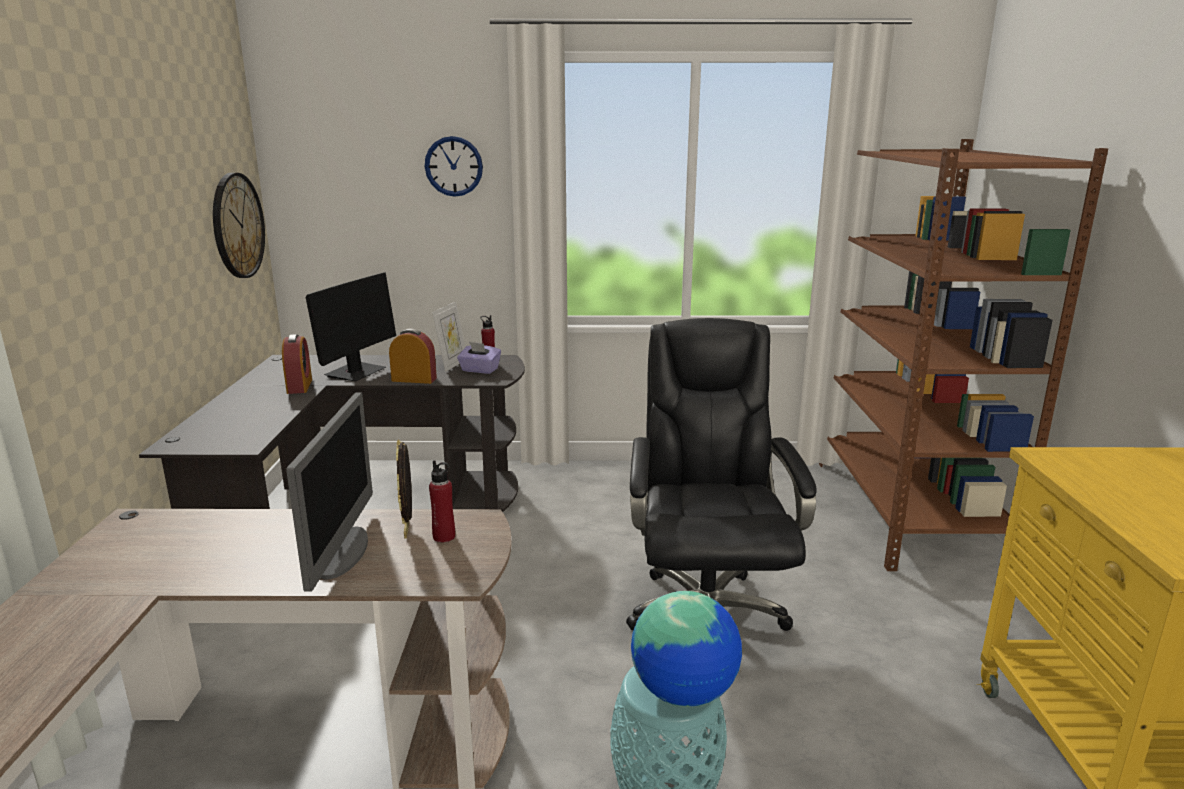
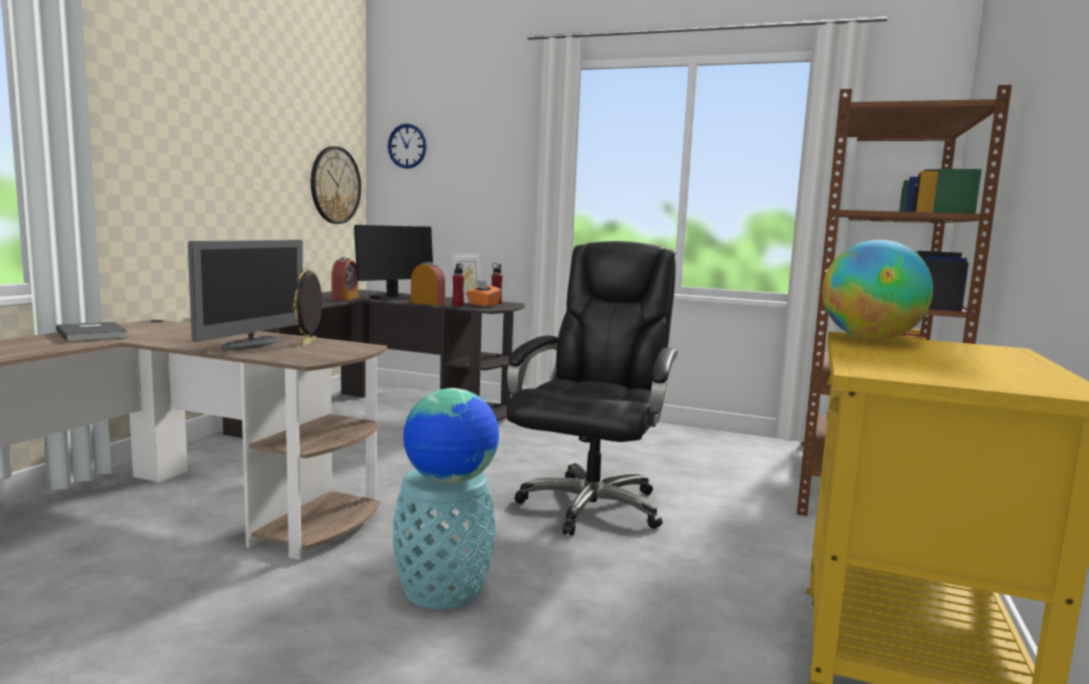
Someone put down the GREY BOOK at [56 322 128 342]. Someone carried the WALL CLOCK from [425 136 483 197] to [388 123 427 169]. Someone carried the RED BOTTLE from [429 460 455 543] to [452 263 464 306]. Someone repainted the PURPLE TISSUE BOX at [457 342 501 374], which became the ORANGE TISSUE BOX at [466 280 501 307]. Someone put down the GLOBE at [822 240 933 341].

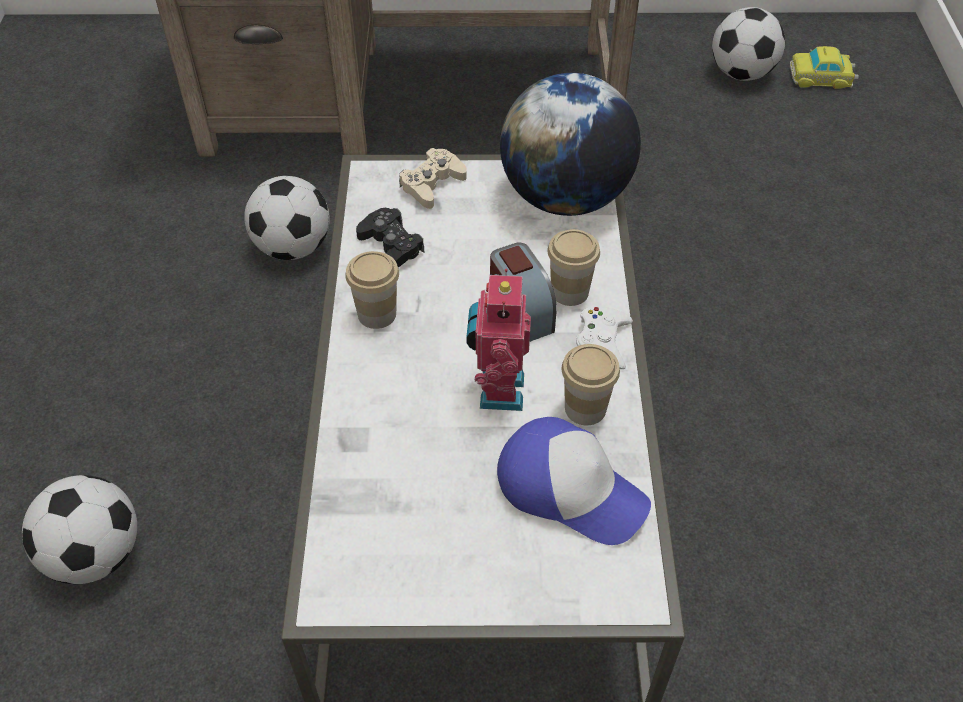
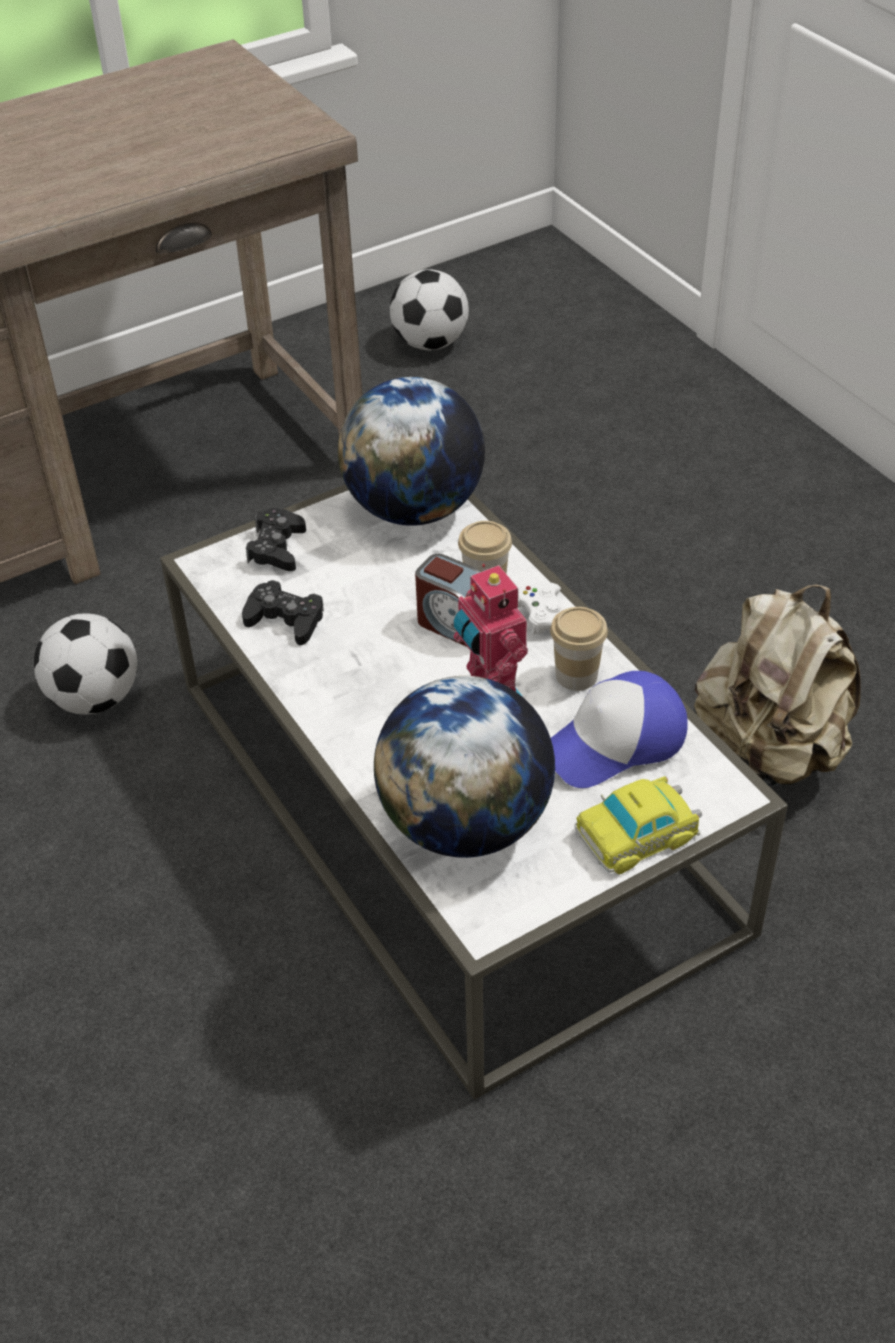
Someone repainted the BEIGE GAME CONTROLLER at [399 148 467 209], which became the BLACK GAME CONTROLLER at [246 508 306 571]. Someone put down the GLOBE at [374 676 555 858]. Someone rotated the CAP at [497 417 651 545] by 150 degrees clockwise. Someone carried the TOY CAR from [790 46 859 89] to [574 776 702 874]. Someone put down the BEIGE BACKPACK at [694 584 861 787]. Someone took away the FOOTBALL at [22 475 137 584]. Someone took away the CUP at [345 251 399 329].

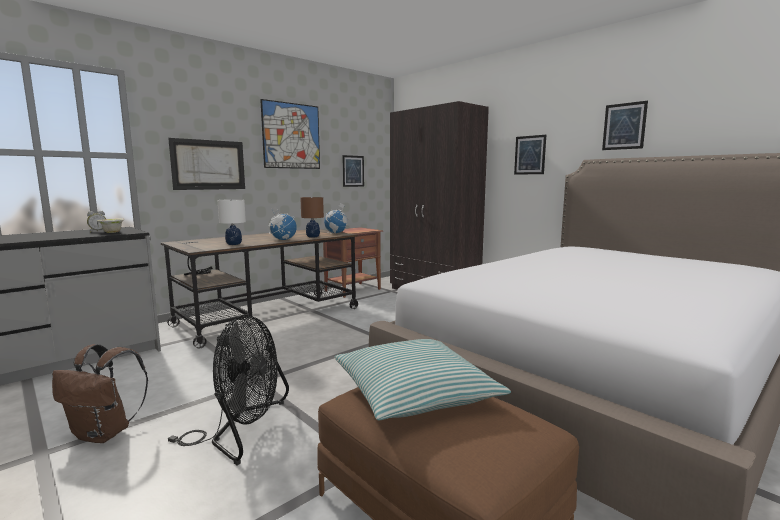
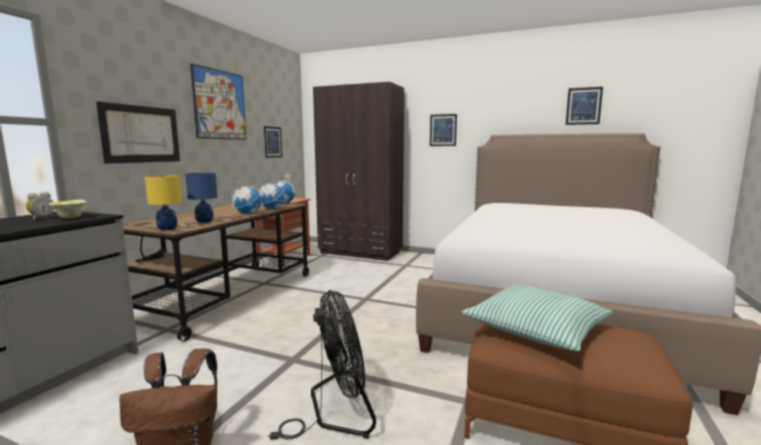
Someone put down the YELLOW TABLE LAMP at [145 175 182 230]. Someone repainted the WHITE TABLE LAMP at [217 199 246 245], which became the BLUE TABLE LAMP at [185 173 218 223]. Someone swapped the BROWN TABLE LAMP at [300 197 324 238] for the GLOBE at [258 176 284 209]. Someone carried the PICTURE from [602 101 648 150] to [566 87 603 125].

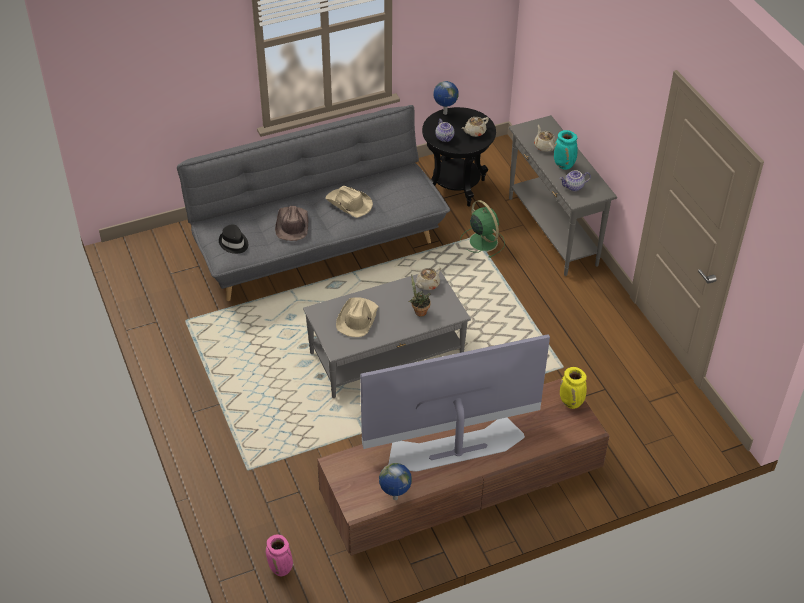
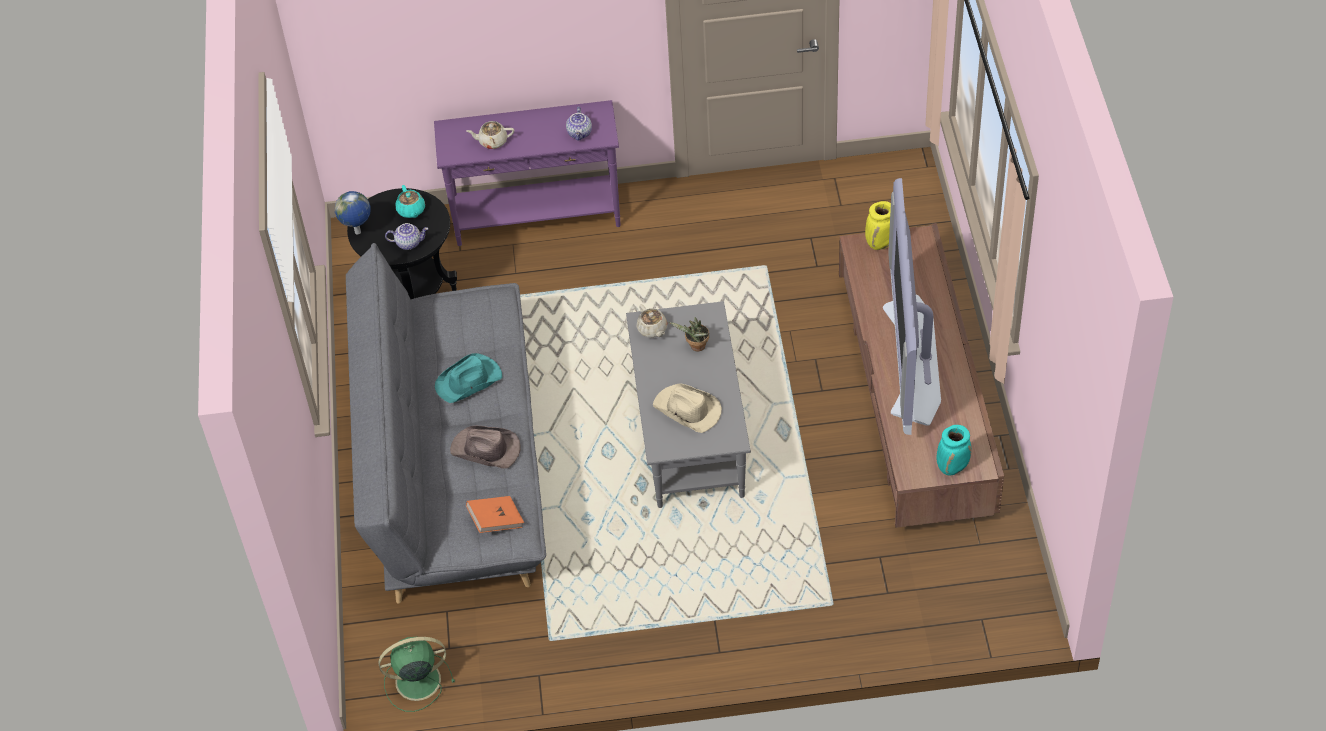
Someone carried the GREEN FAN from [460 200 505 258] to [378 637 455 712]. Someone repainted the BEIGE TEAPOT at [462 117 489 137], which became the TURQUOISE TEAPOT at [395 185 425 218]. Someone repainted the GREY CONSOLE TABLE at [509 115 617 276], which became the PURPLE CONSOLE TABLE at [434 100 621 246]. Someone repainted the BEIGE HAT at [325 186 373 218], which became the TURQUOISE HAT at [435 353 502 403]. Someone swapped the BLACK HAT at [219 224 248 254] for the ORANGE BOOK at [466 496 524 533]. Someone carried the TURQUOISE VASE from [554 130 578 170] to [937 425 971 476]. Someone took away the PINK VASE at [265 534 293 576]. Someone took away the GLOBE at [379 463 412 500].

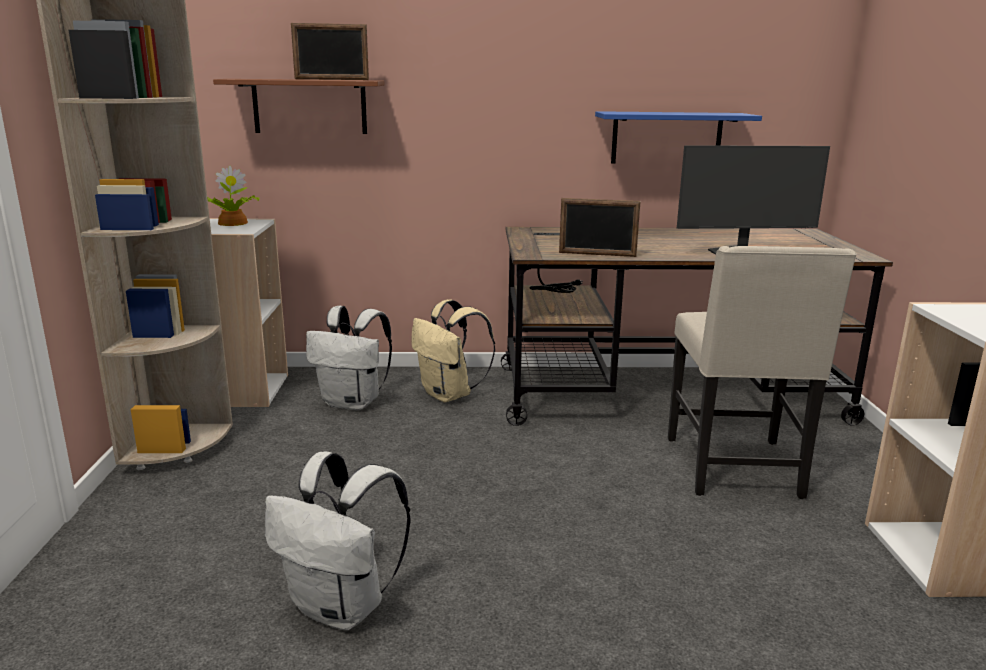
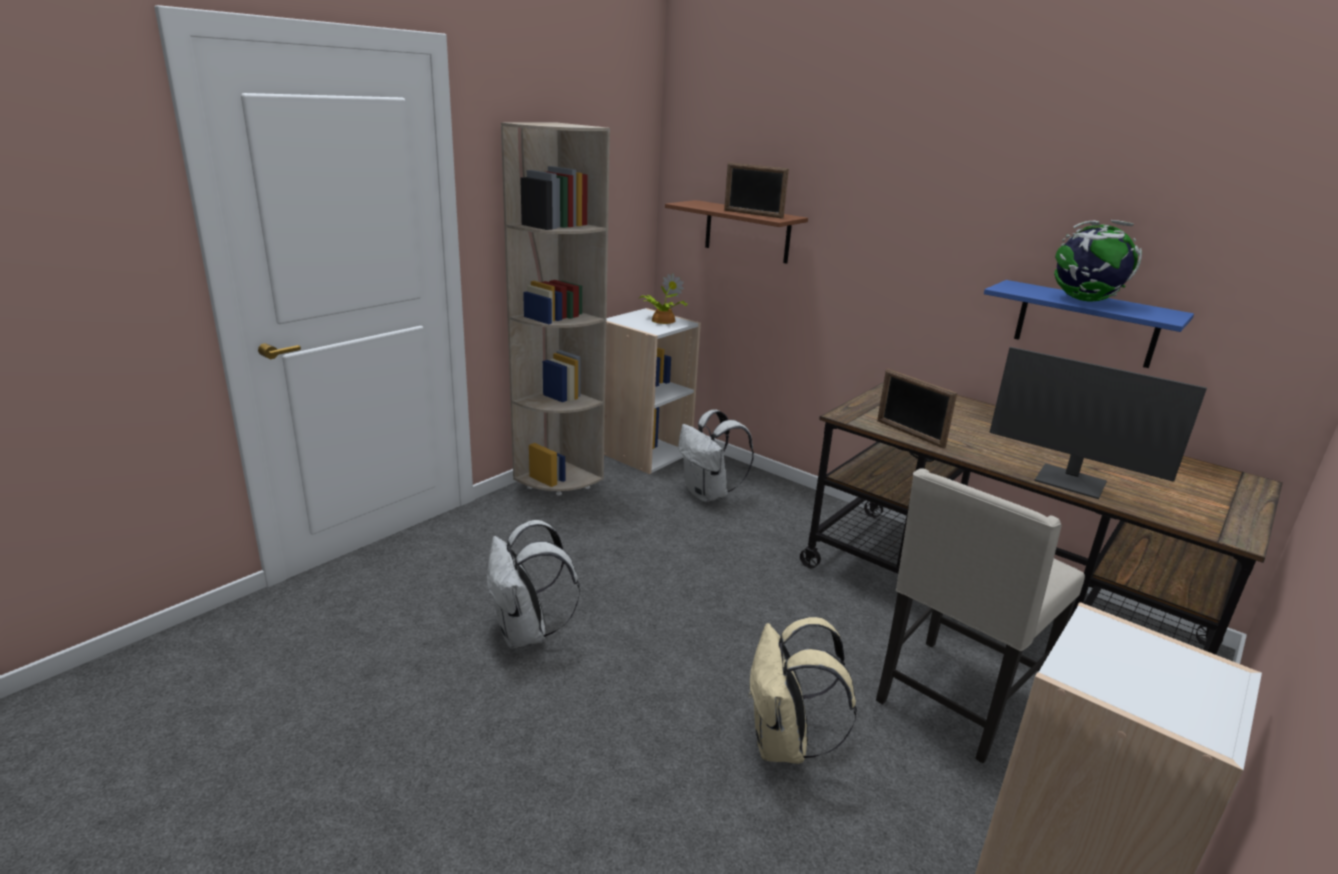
Someone carried the BEIGE BACKPACK from [411 299 495 403] to [748 617 857 764]. Someone put down the GLOBE at [1054 220 1142 302].

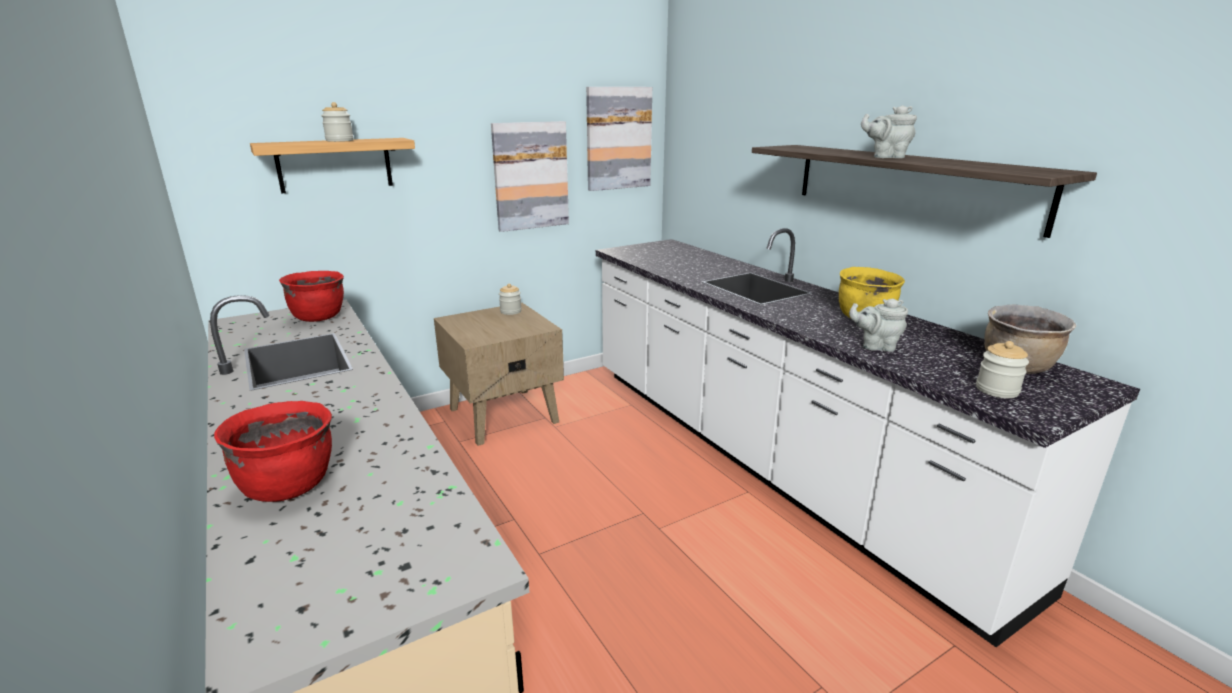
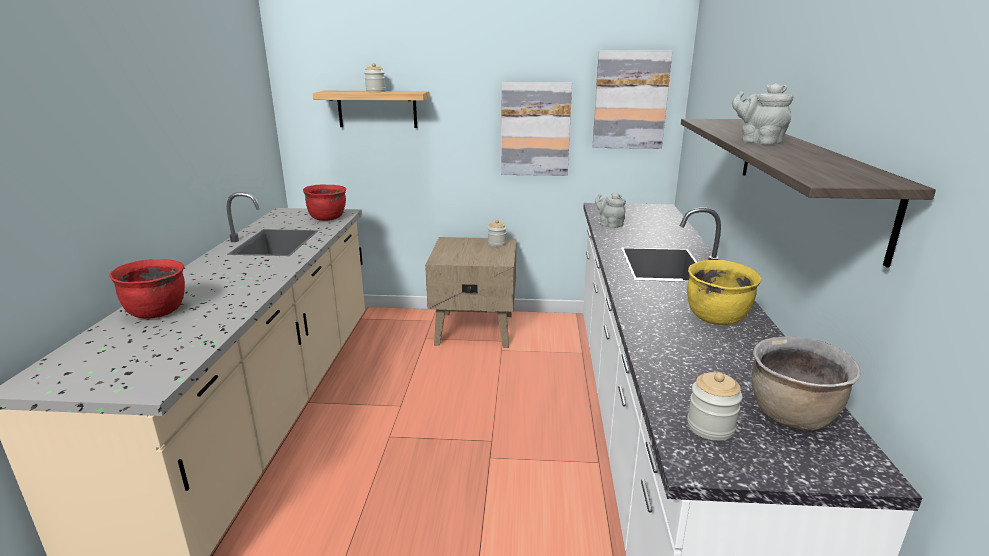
Someone carried the GREY TEAPOT from [849 298 908 352] to [595 193 626 228].

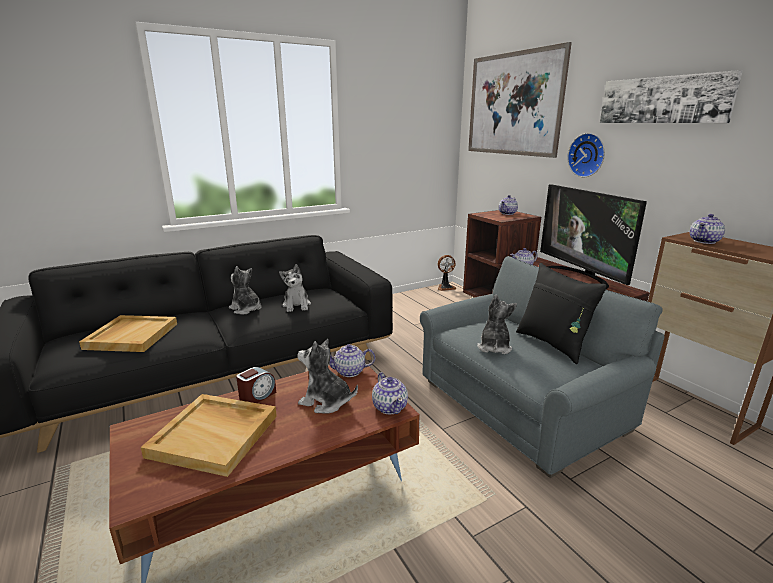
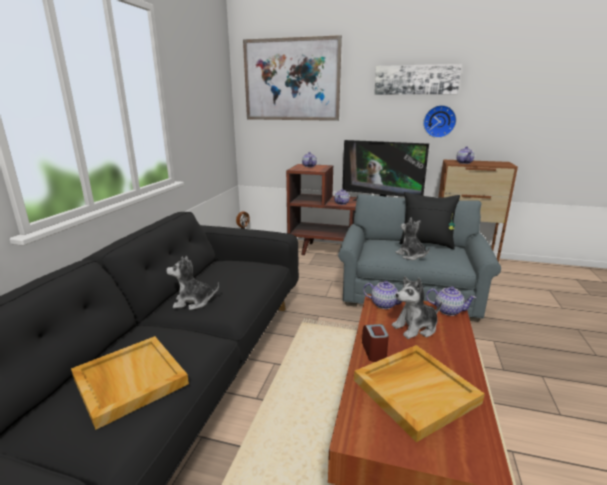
Someone rotated the TEAPOT at [329 344 375 377] by 105 degrees counterclockwise. Someone carried the WALL CLOCK from [567 133 605 177] to [423 105 457 138]. Someone took away the PLUSH TOY at [279 264 311 312].

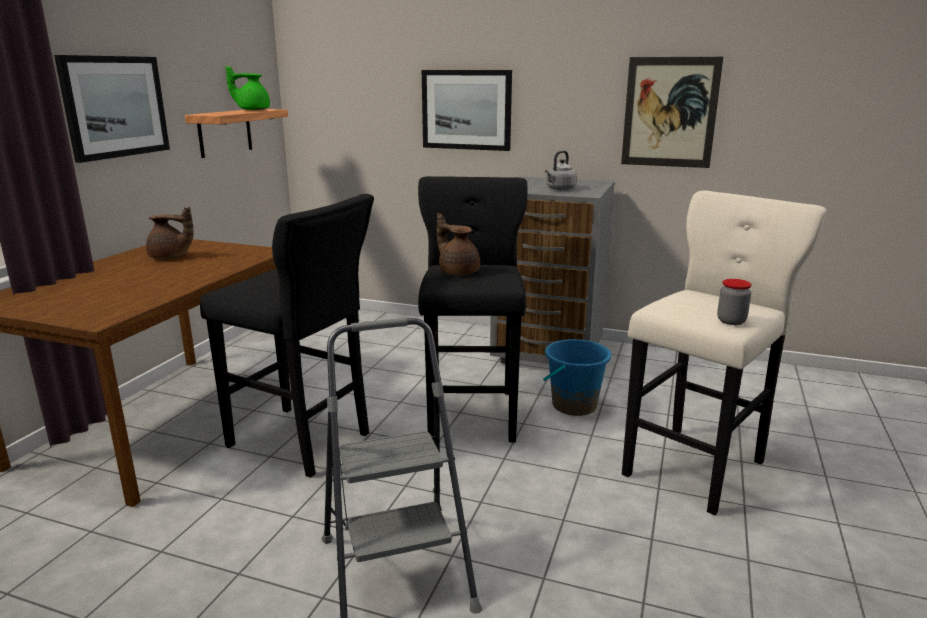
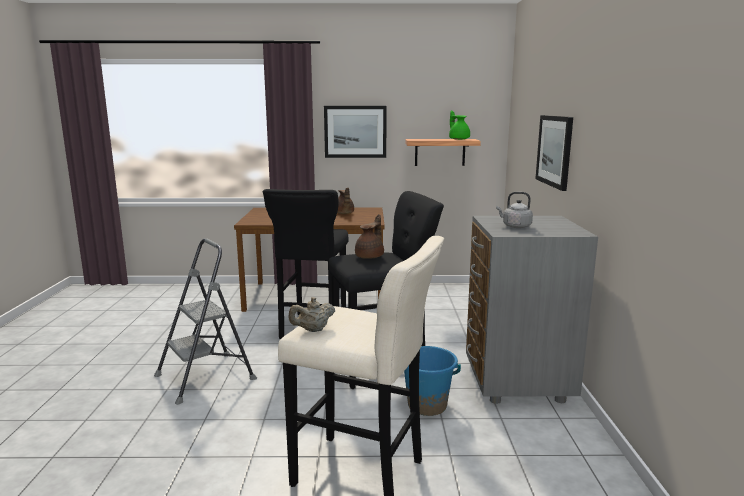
Someone swapped the JAR at [717 279 752 325] for the BEIGE TEAPOT at [288 297 335 332]. Someone took away the PICTURE at [621 57 723 168].

